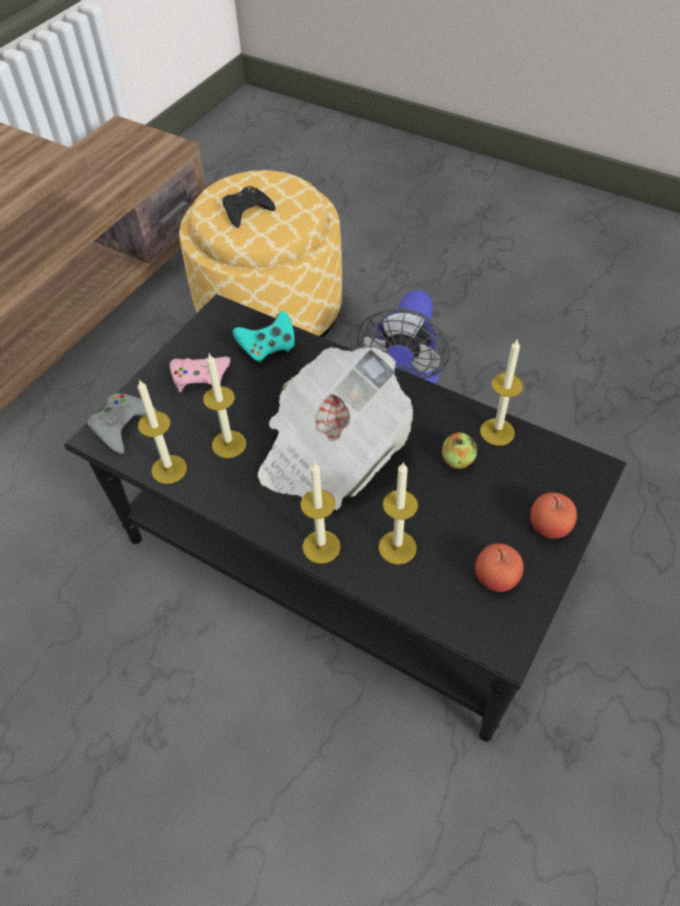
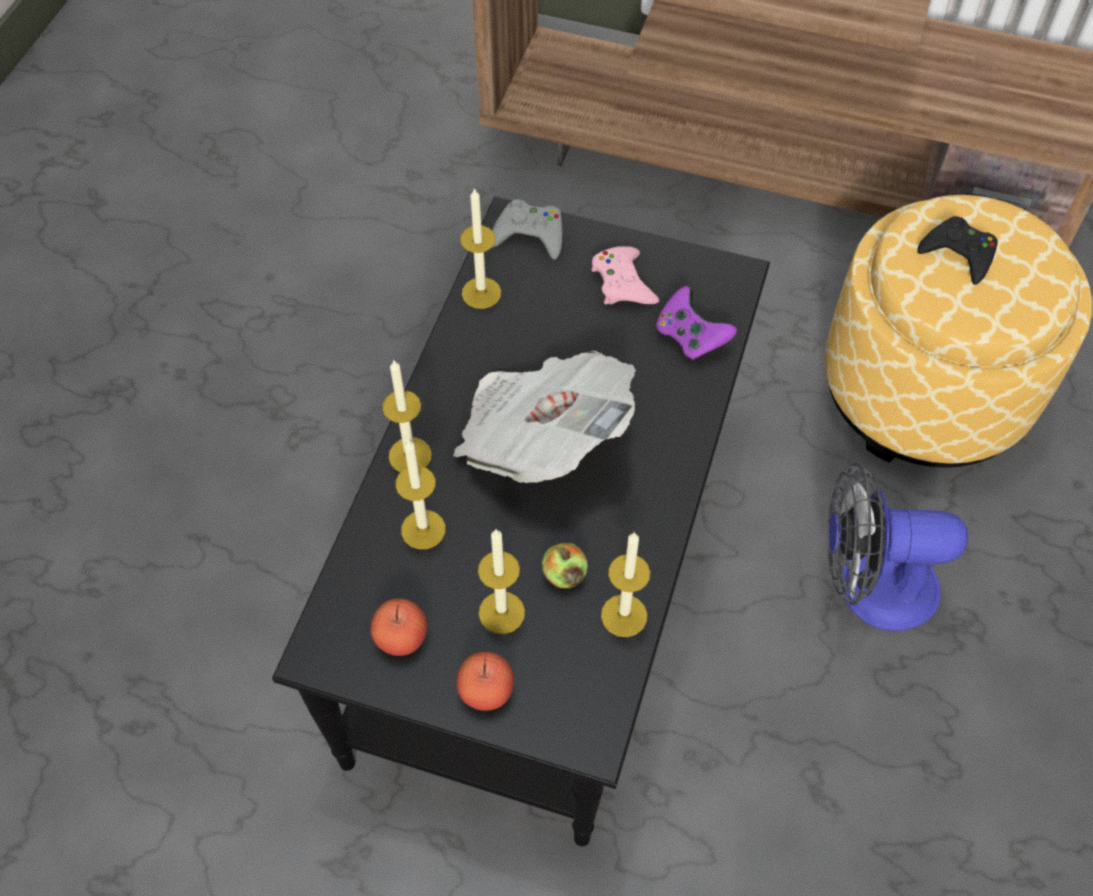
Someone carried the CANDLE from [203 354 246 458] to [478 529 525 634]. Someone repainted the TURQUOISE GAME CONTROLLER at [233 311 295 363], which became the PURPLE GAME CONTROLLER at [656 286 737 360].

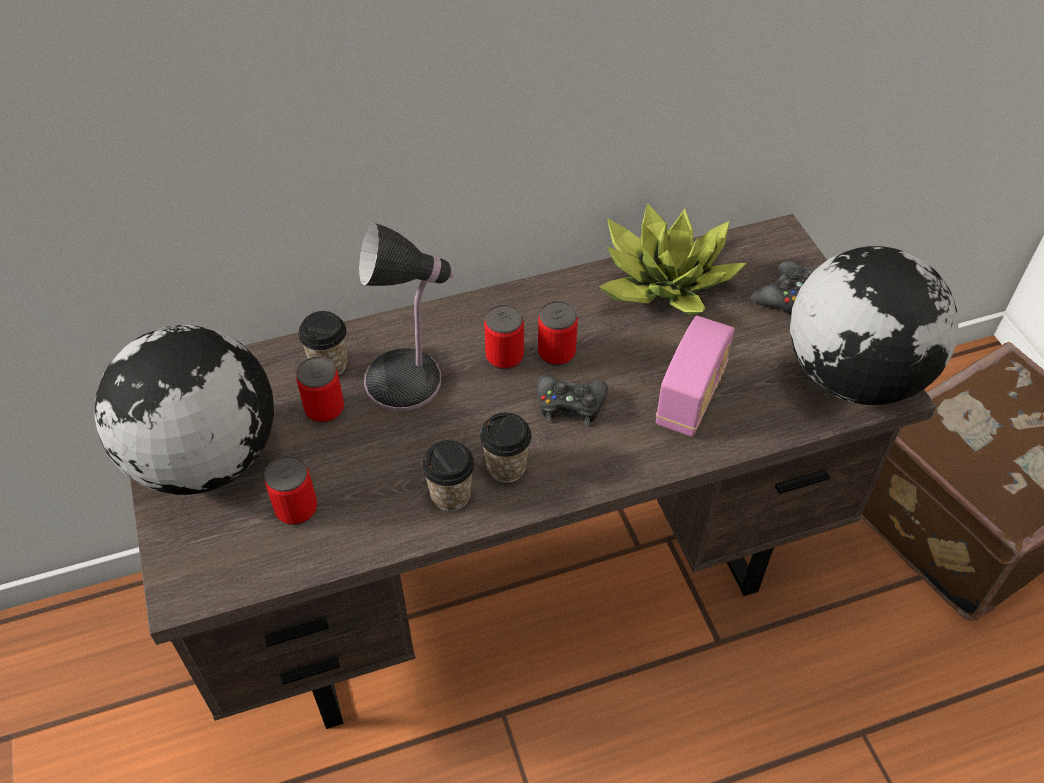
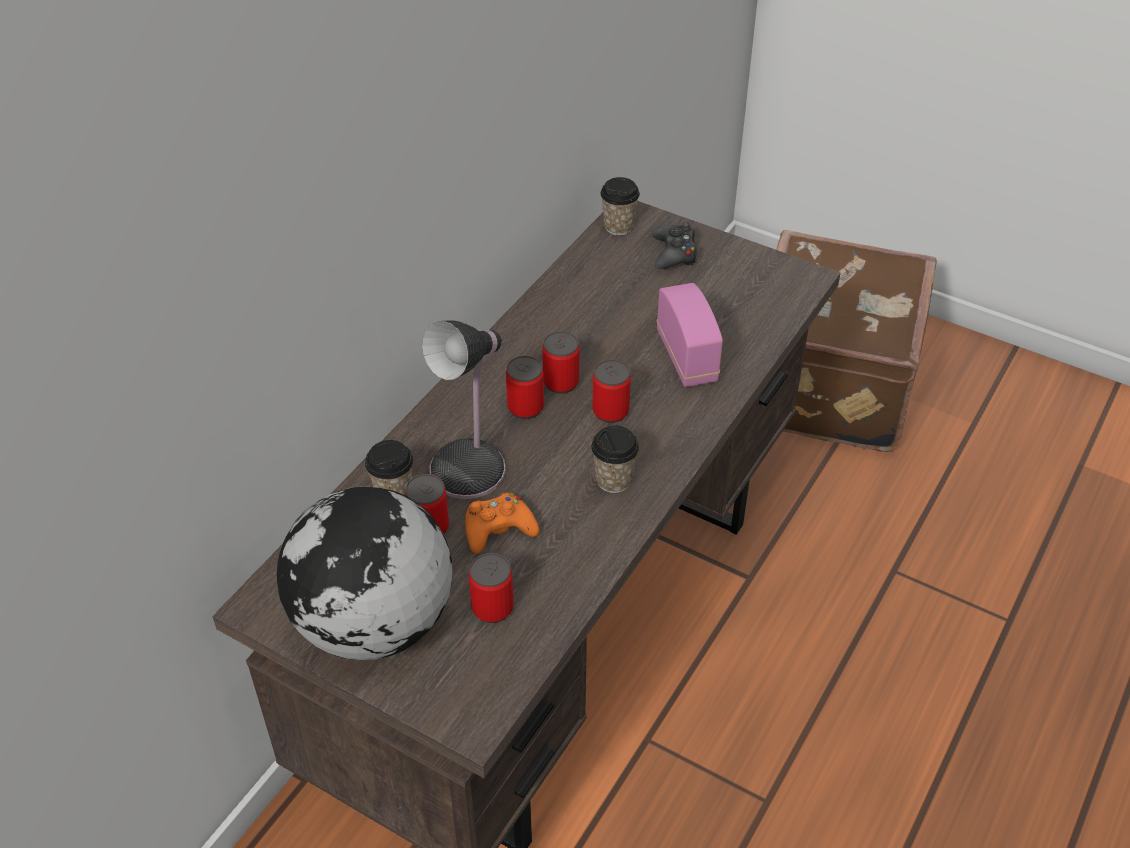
Someone put down the ORANGE GAME CONTROLLER at [465 493 539 554]. Someone swapped the BLACK GAME CONTROLLER at [537 375 608 426] for the CAN at [593 359 631 423]. Someone carried the CUP from [421 440 475 511] to [600 177 640 236]. Someone took away the POTTED PLANT at [599 203 747 315]. Someone took away the GLOBE at [790 246 958 405].

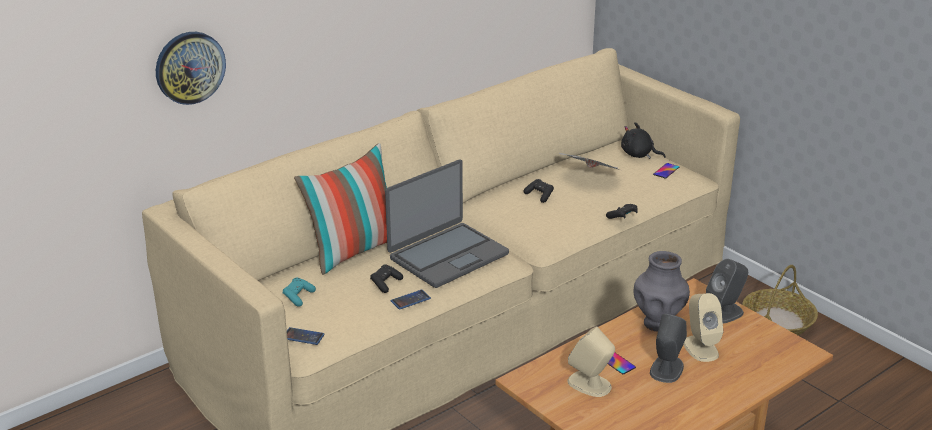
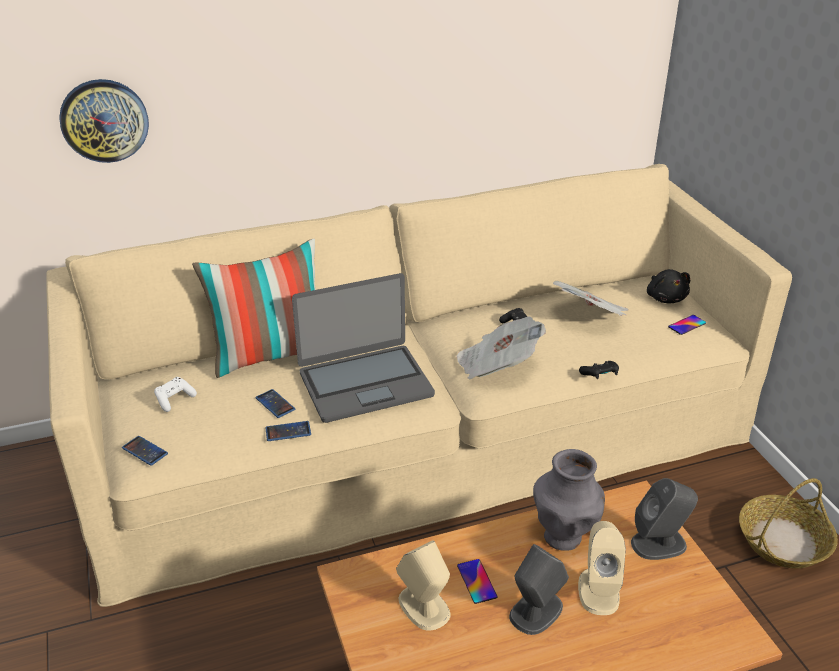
Someone repainted the TURQUOISE GAME CONTROLLER at [283 278 316 307], which became the WHITE GAME CONTROLLER at [154 377 197 412]. Someone swapped the BLACK GAME CONTROLLER at [370 264 403 293] for the PHONE at [256 389 295 418]. Someone put down the NEWSPAPER at [456 317 546 380]. Someone rotated the BLACK PLUSH TOY at [621 122 666 159] by 150 degrees counterclockwise.

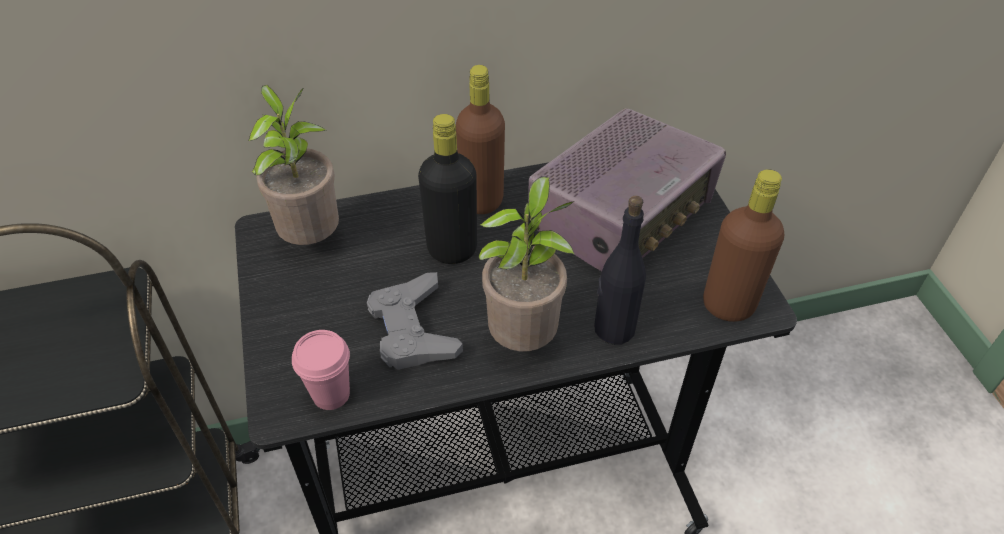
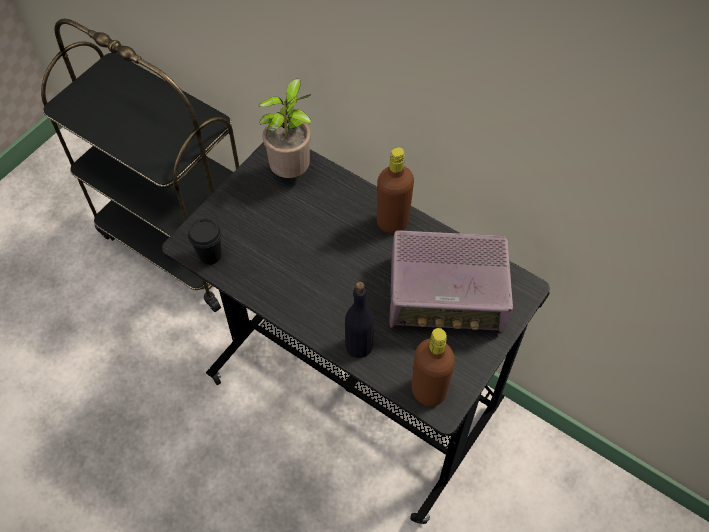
Someone repainted the PINK CUP at [292 330 350 410], which became the BLACK CUP at [188 218 222 265]. Someone took away the GREY GAME CONTROLLER at [367 272 463 370]. Someone took away the BLACK BOTTLE at [418 114 477 264]. Someone took away the POTTED PLANT at [479 177 574 351].

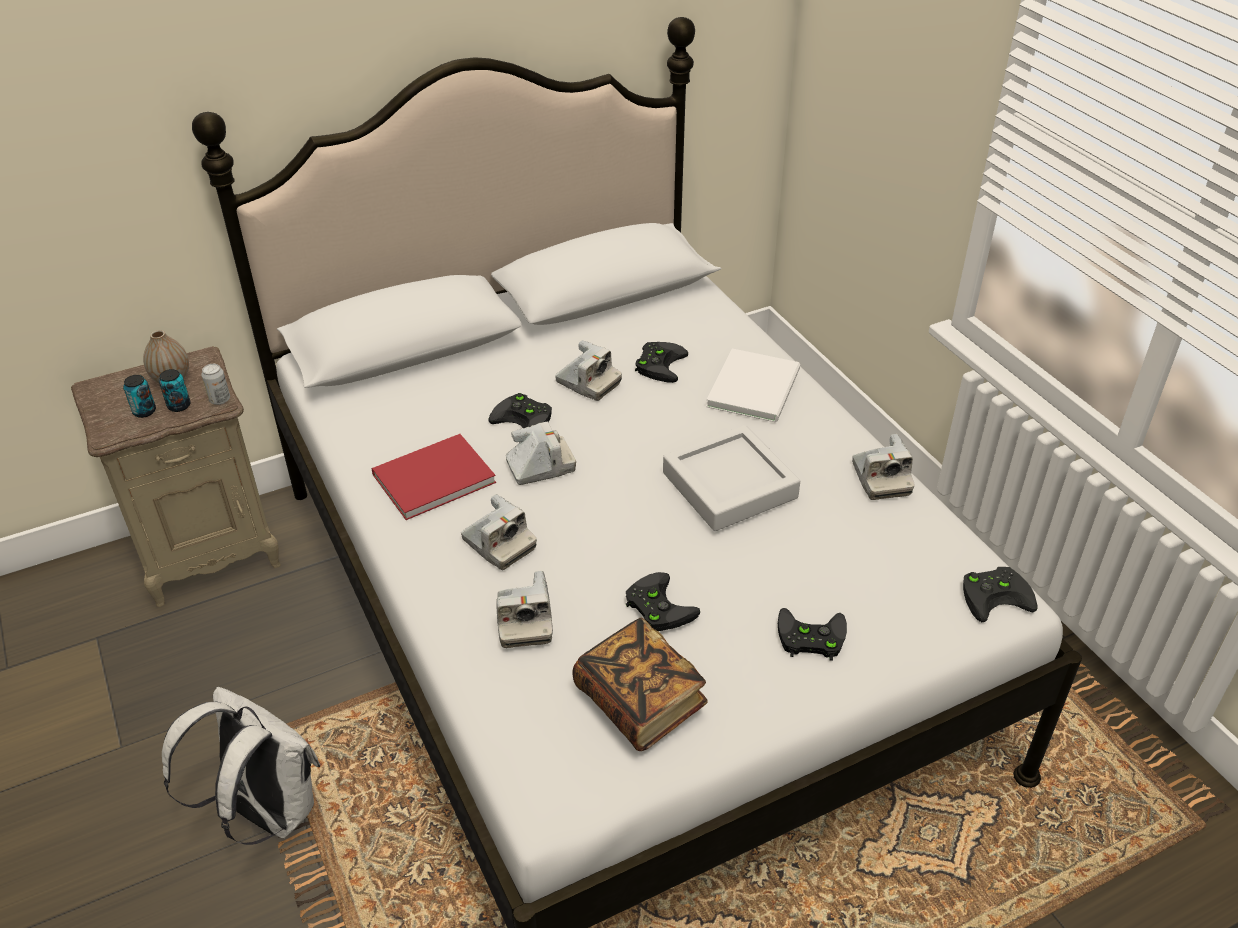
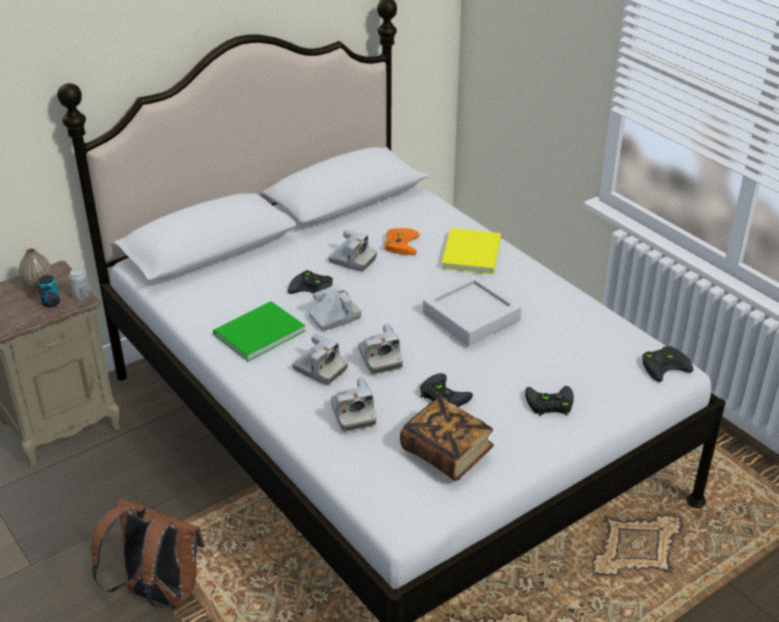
Someone repainted the WHITE BACKPACK at [162 687 320 845], which became the BROWN BACKPACK at [91 499 205 608]. Someone repainted the RED BOOK at [372 434 496 520], which became the GREEN BOOK at [213 301 305 361]. Someone carried the PHOTO CAMERA from [852 434 915 500] to [358 324 403 374]. Someone repainted the BLACK GAME CONTROLLER at [635 342 688 383], which became the ORANGE GAME CONTROLLER at [384 228 420 255]. Someone repainted the WHITE BOOK at [706 348 800 422], which became the YELLOW BOOK at [441 228 501 274]. Someone took away the CAN at [123 375 156 418].

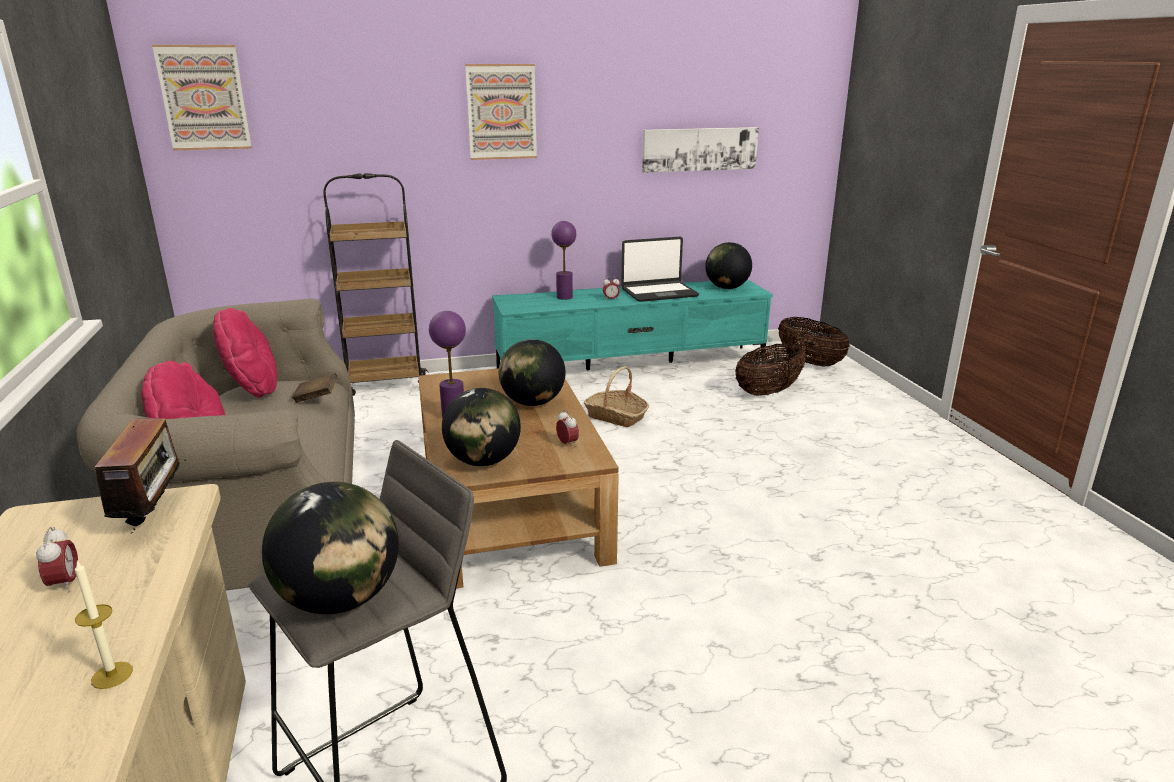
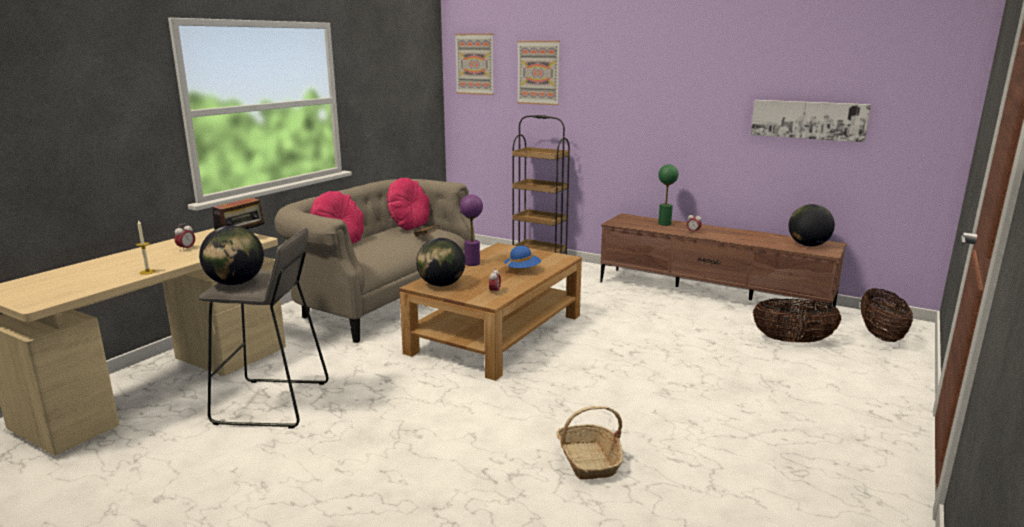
Someone swapped the GLOBE at [499 339 566 406] for the BLUE HAT at [504 245 541 272]. Someone carried the PICTURE from [465 64 537 160] to [517 41 560 105]. Someone carried the BASKET from [584 366 649 427] to [557 406 623 480]. Someone repainted the TURQUOISE TV STAND at [492 279 773 370], which became the BROWN TV STAND at [600 213 847 307]. Someone repainted the PURPLE TABLE LAMP at [551 221 576 300], which became the GREEN TABLE LAMP at [658 164 678 226]. Someone took away the LAPTOP at [621 237 699 302].

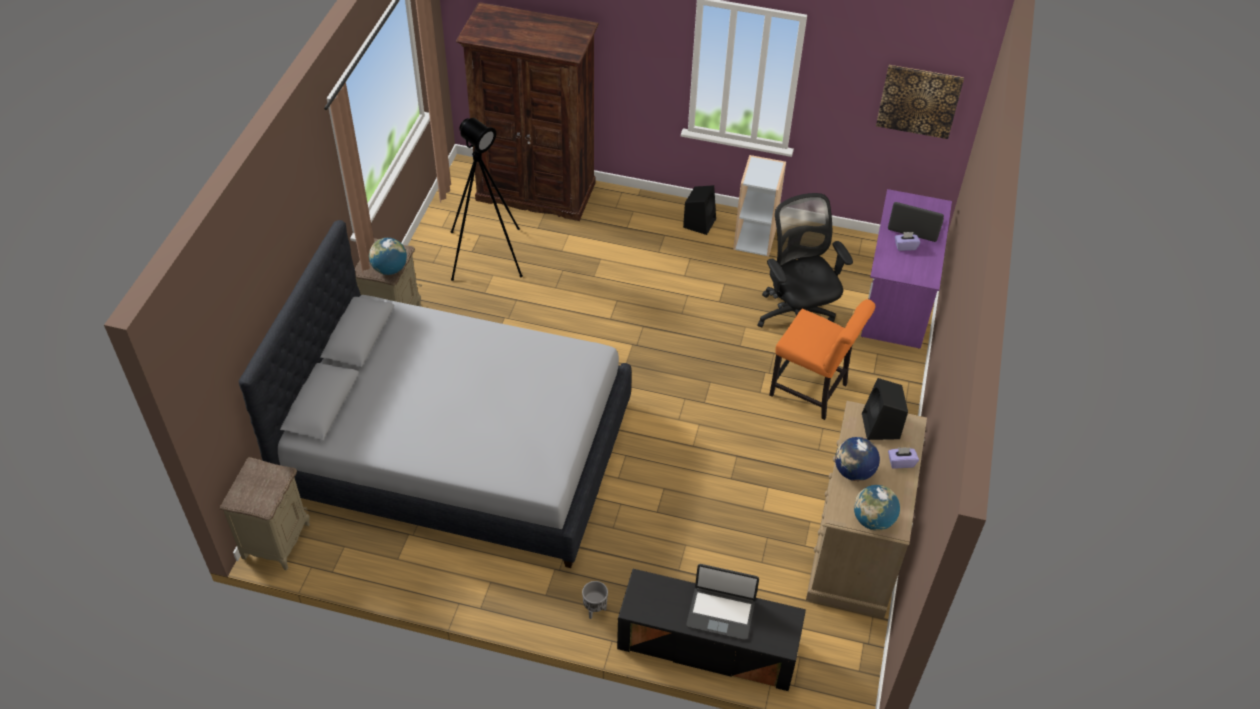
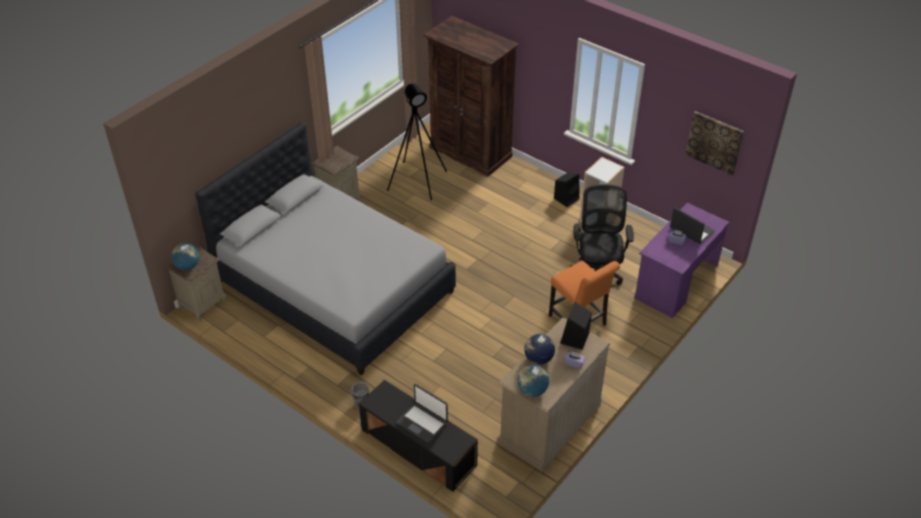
Someone carried the GLOBE from [369 238 407 275] to [171 243 199 270].

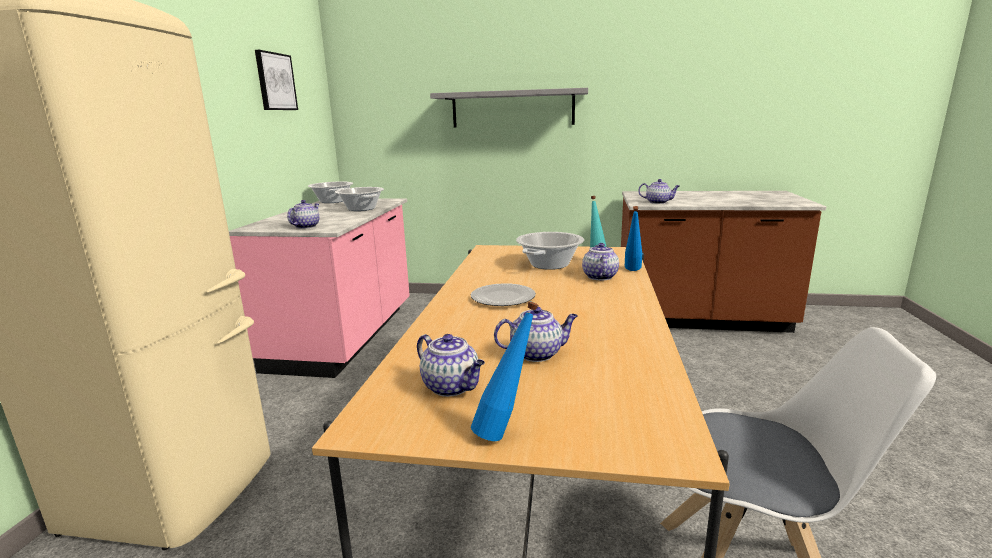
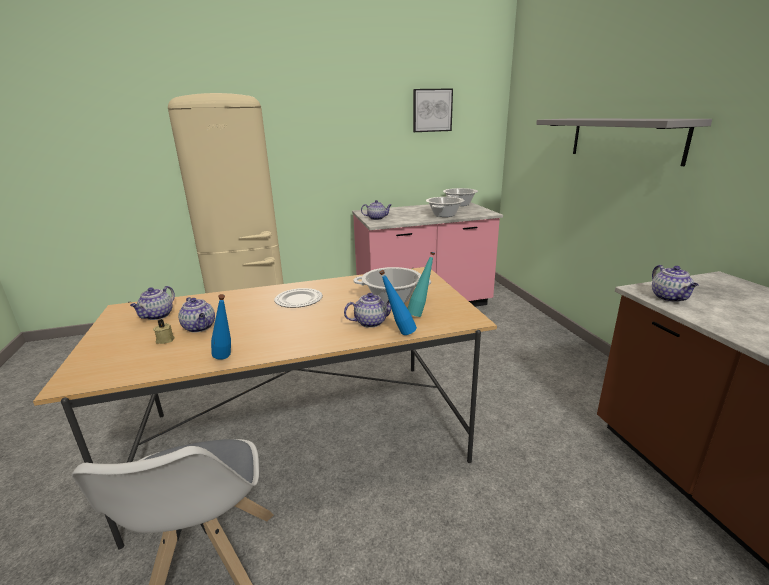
Someone put down the BEIGE CANDLE at [153 319 175 344]. Someone carried the BLUE BOTTLE from [471 301 538 441] to [211 294 231 360].

